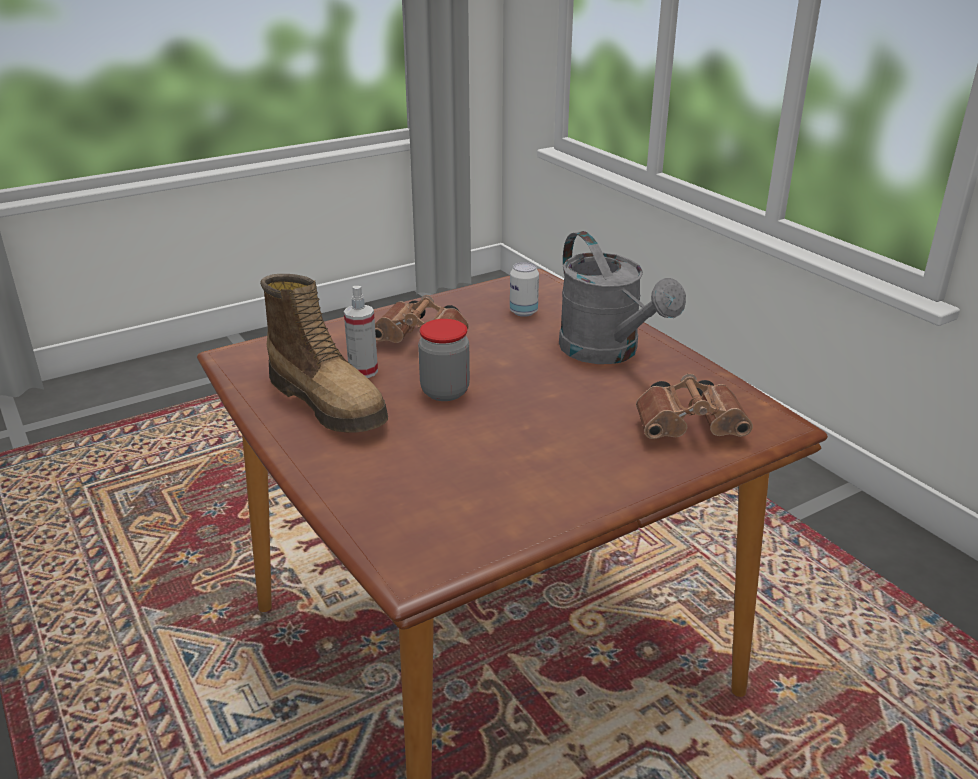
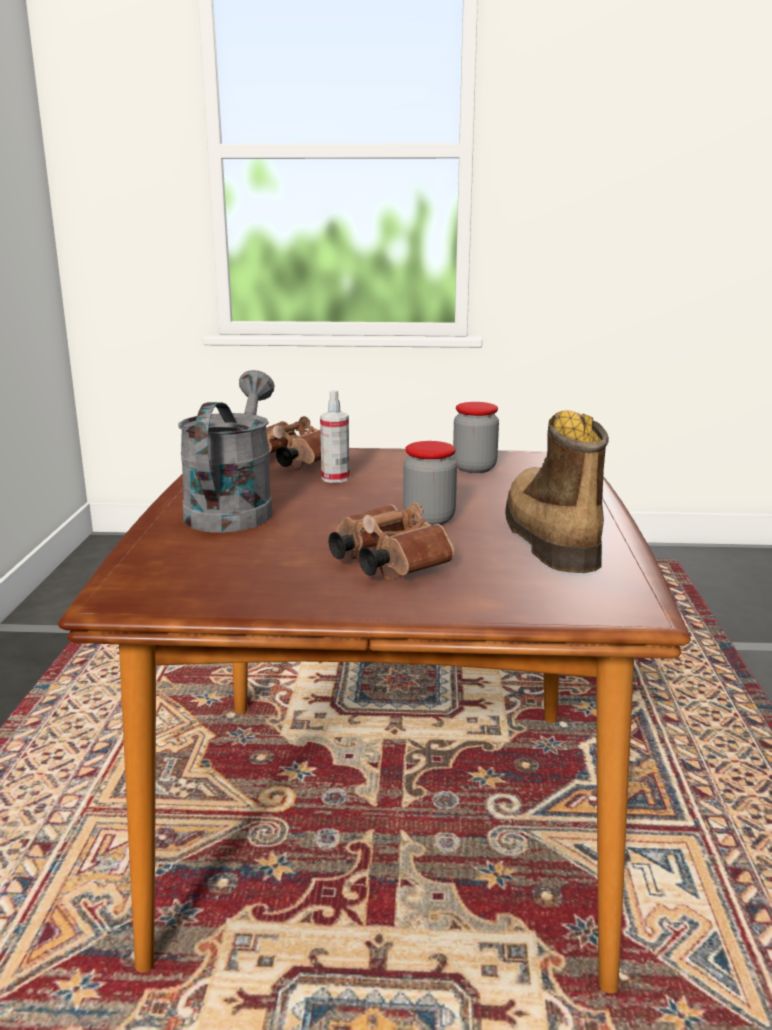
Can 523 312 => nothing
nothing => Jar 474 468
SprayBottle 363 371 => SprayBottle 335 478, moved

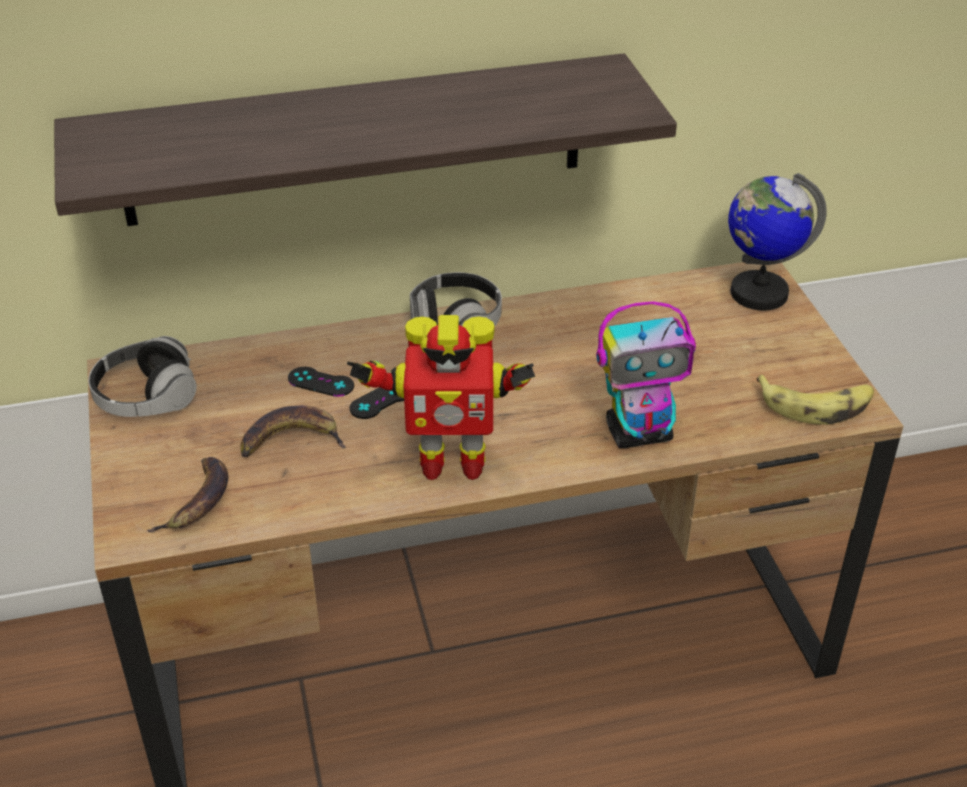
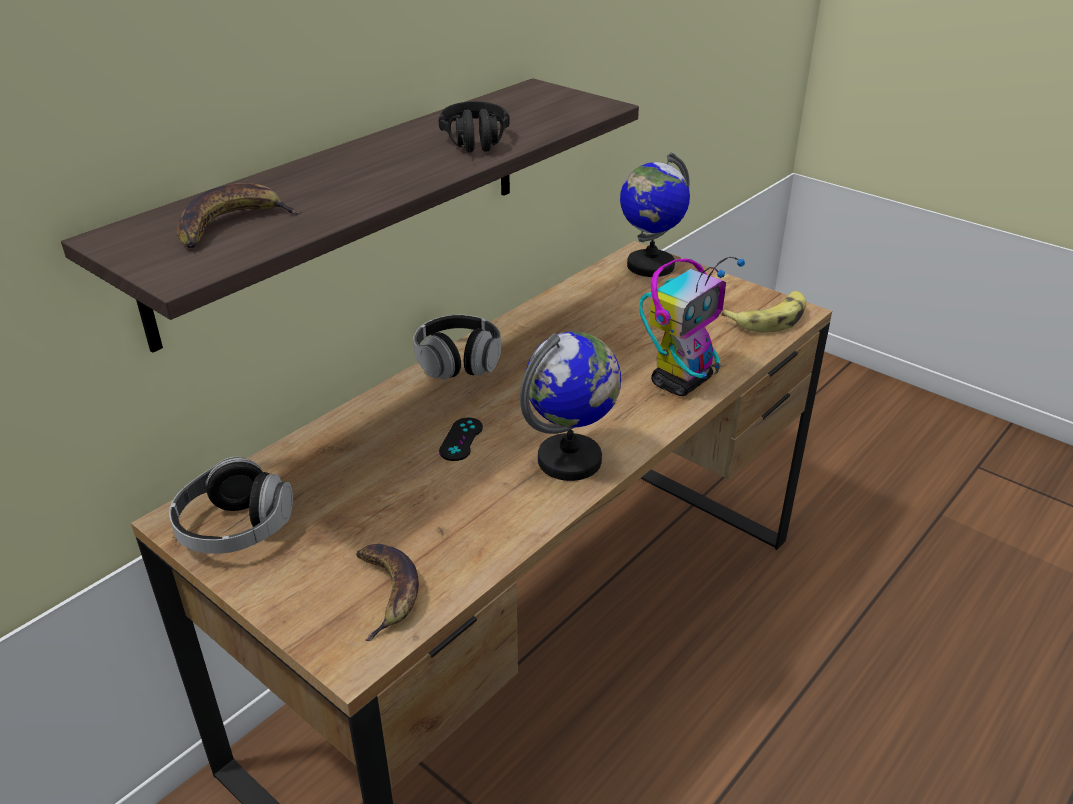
BlackGameController 321 382 => nothing
nothing => BlackHeadphones 476 145
Banana 291 439 => Banana 232 225, moved
ToyRobot 450 462 => Globe 570 460

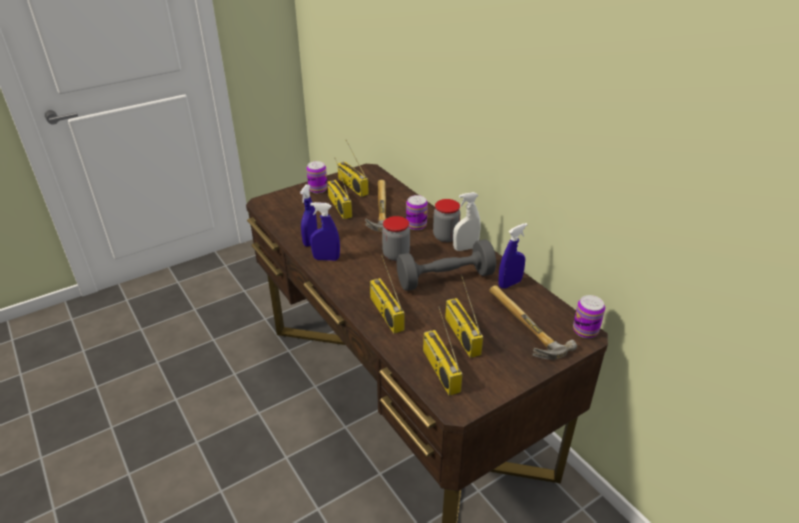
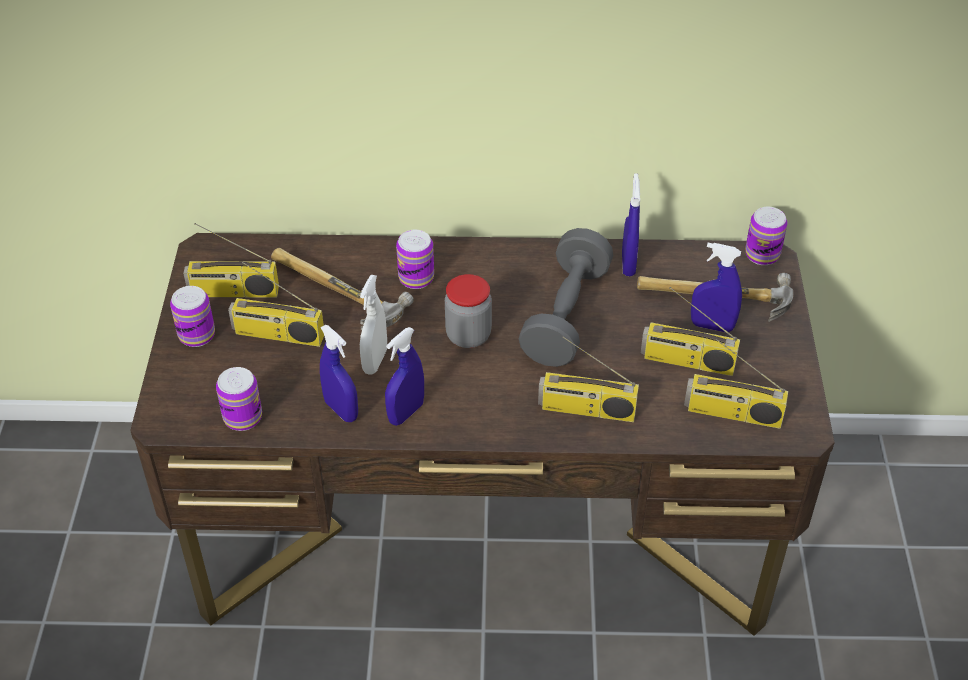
Jar 445 237 => nothing
nothing => Can 243 417
nothing => BlueSprayBottle 712 326
WhiteSprayBottle 465 248 => WhiteSprayBottle 375 361, moved

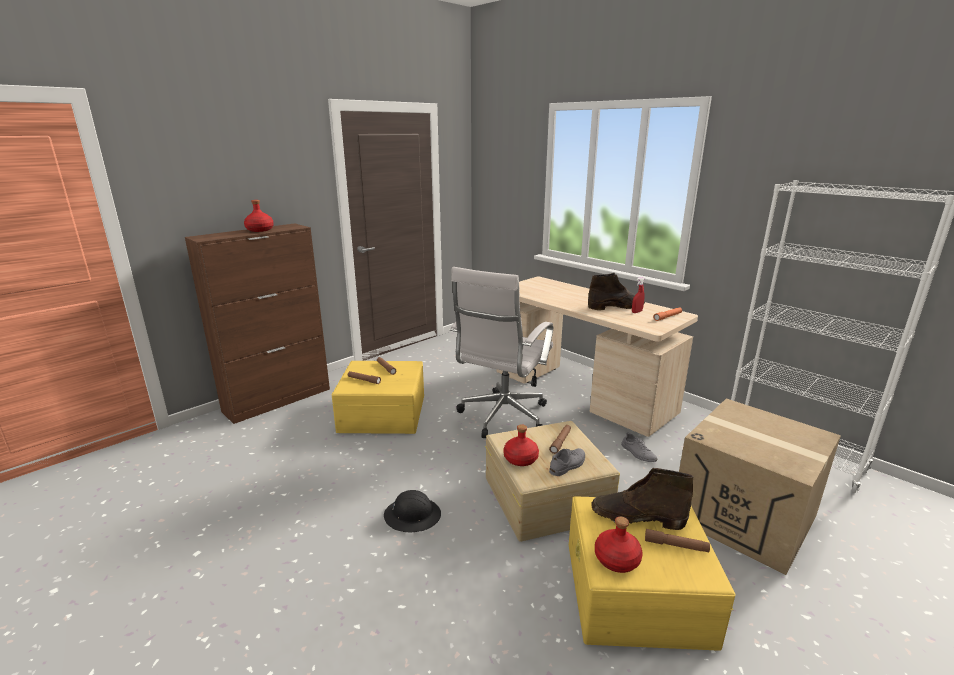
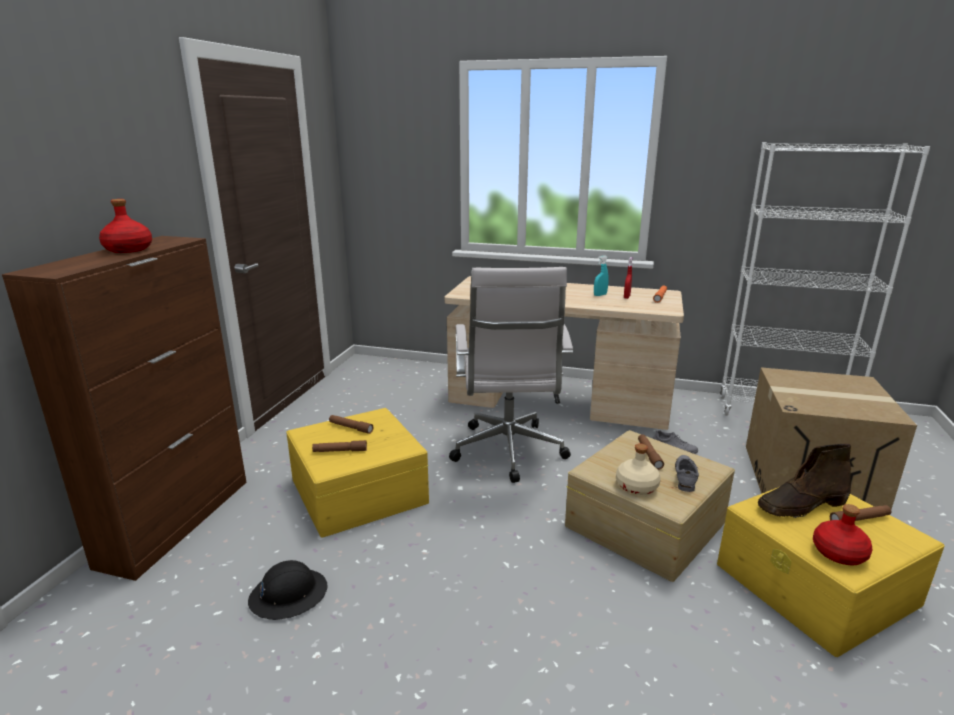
BlackHardHat 412 515 => BlackHardHat 288 595, moved
BrownBoot 616 306 => TurquoiseSprayBottle 600 295
RedBottle 520 459 => BeigeBottle 636 486

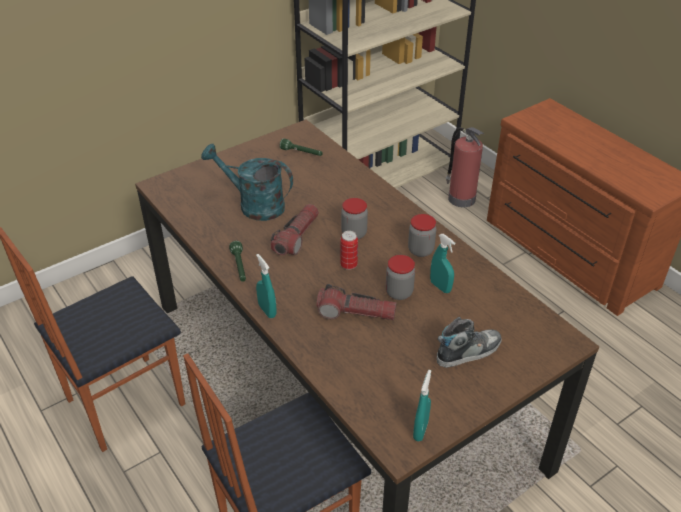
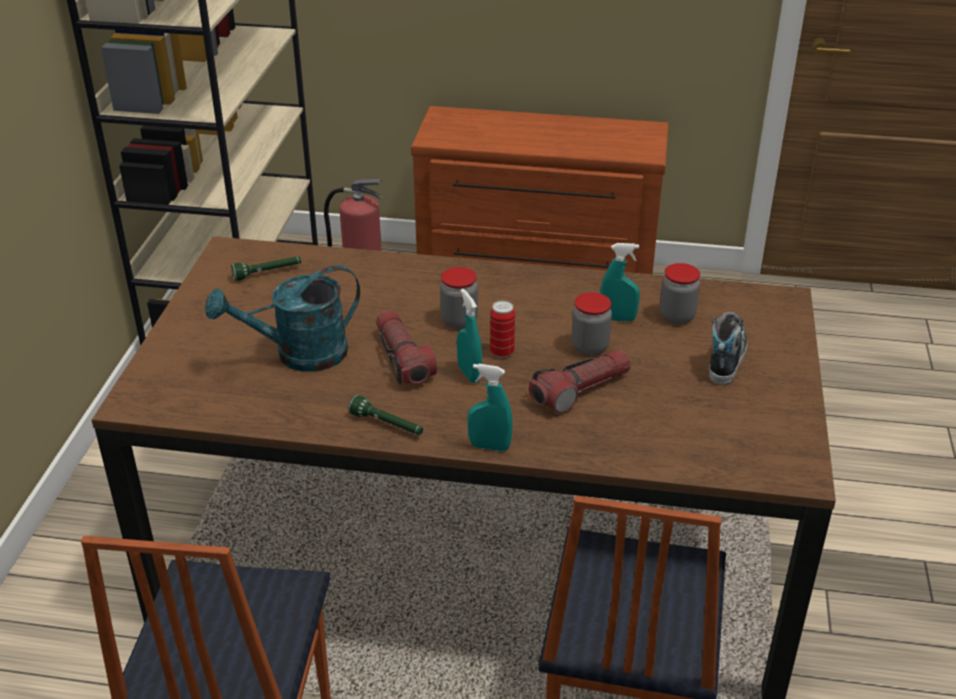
Jar 420 250 => Jar 677 316, moved
TurquoiseSprayBottle 420 430 => TurquoiseSprayBottle 469 374, moved

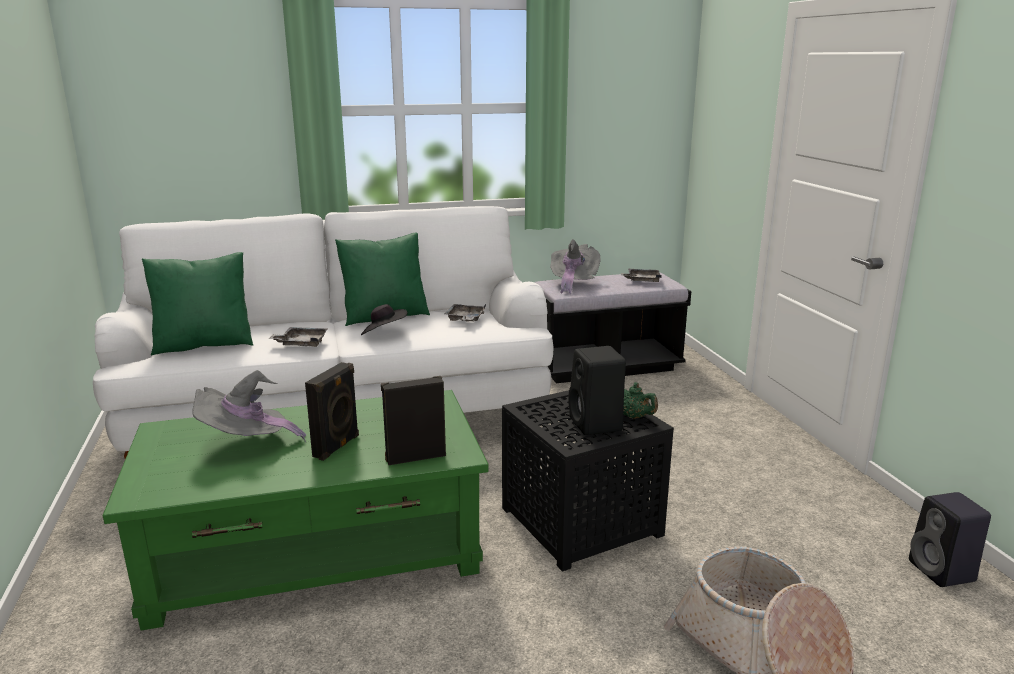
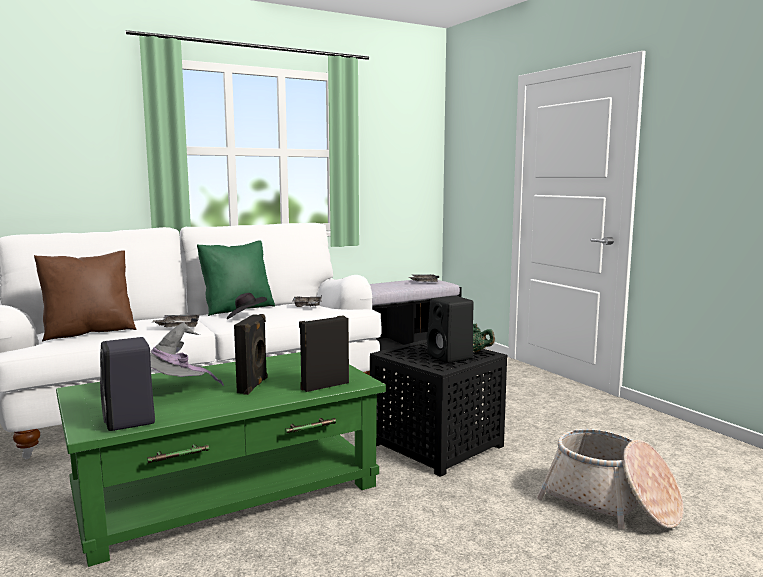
GreyHat 573 284 => nothing
BlackSpeaker 943 572 => BlackSpeaker 130 421, moved
GreenPillow 204 344 => BrownPillow 89 332

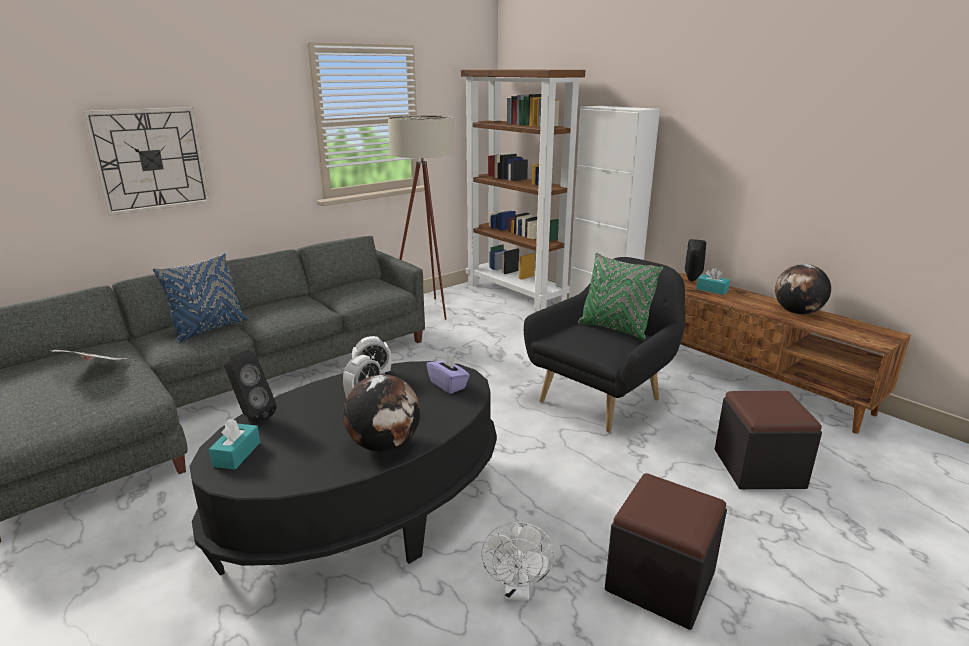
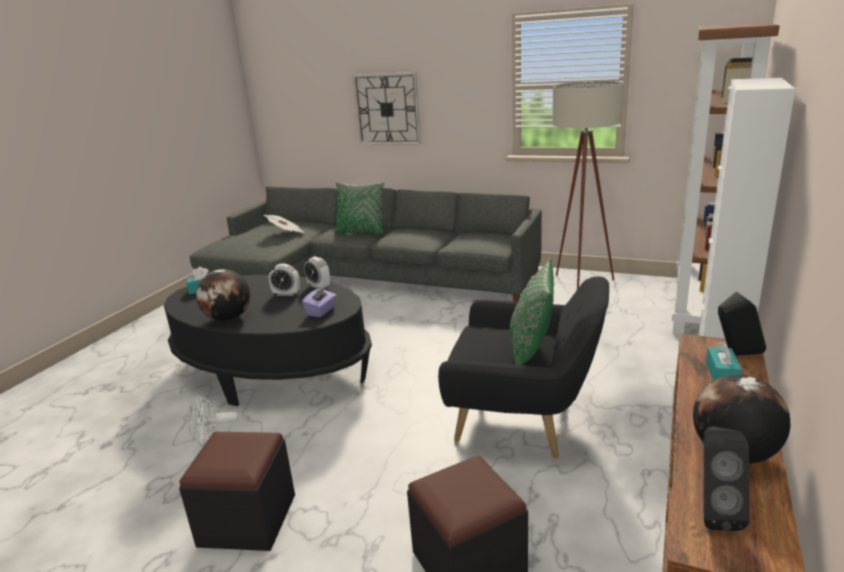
BlackSpeaker 251 416 => BlackSpeaker 714 512, moved
BluePillow 209 329 => GreenPillow 361 232

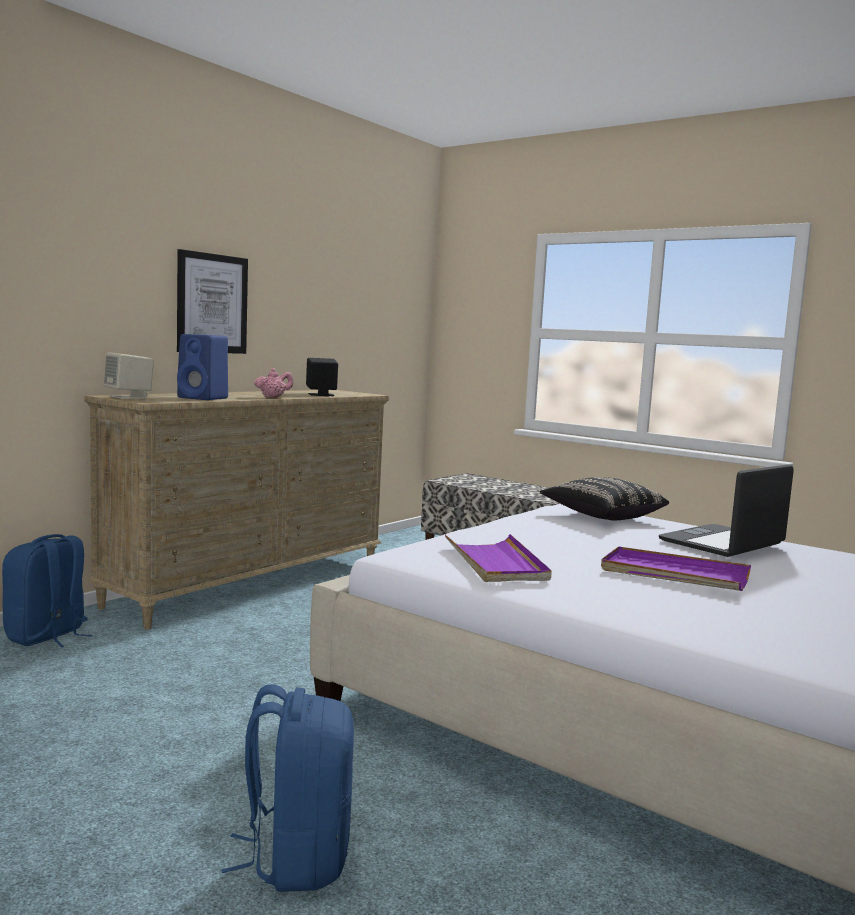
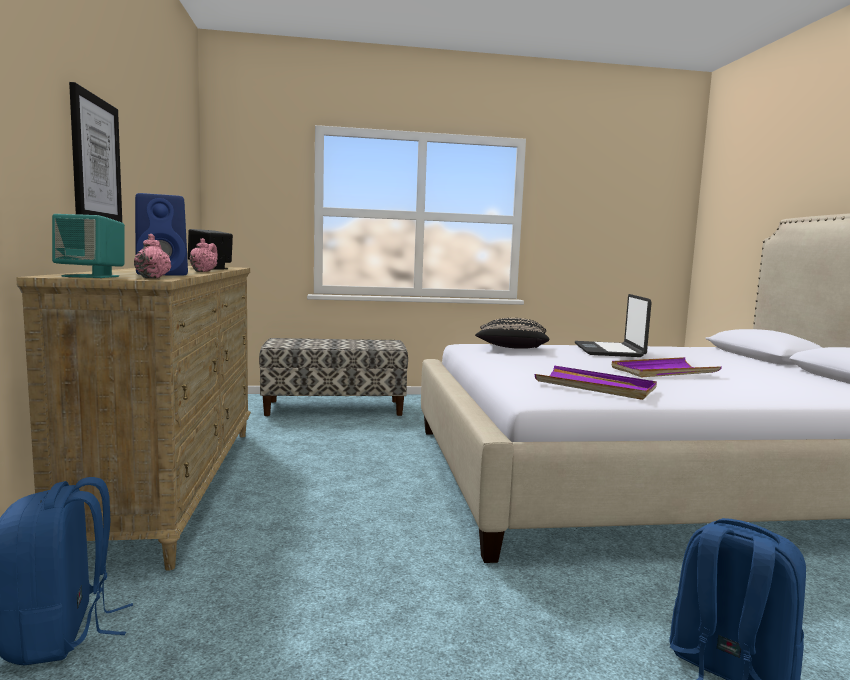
nothing => PinkTeapot 153 278
BeigeSpeaker 129 397 => TurquoiseSpeaker 92 276

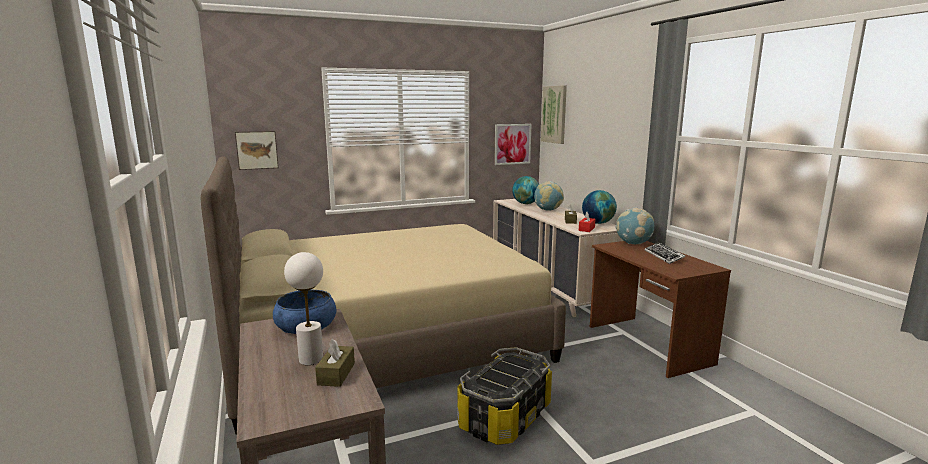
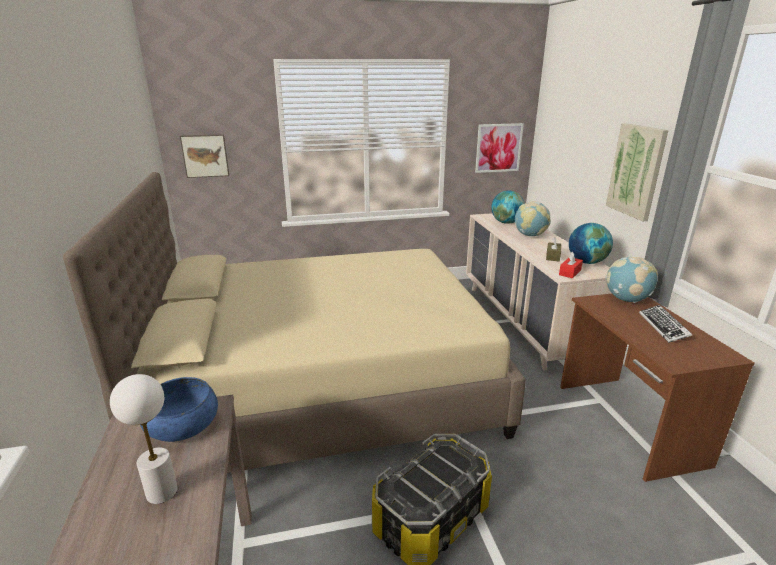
BrownTissueBox 336 374 => nothing
Picture 554 114 => Picture 636 171, moved

